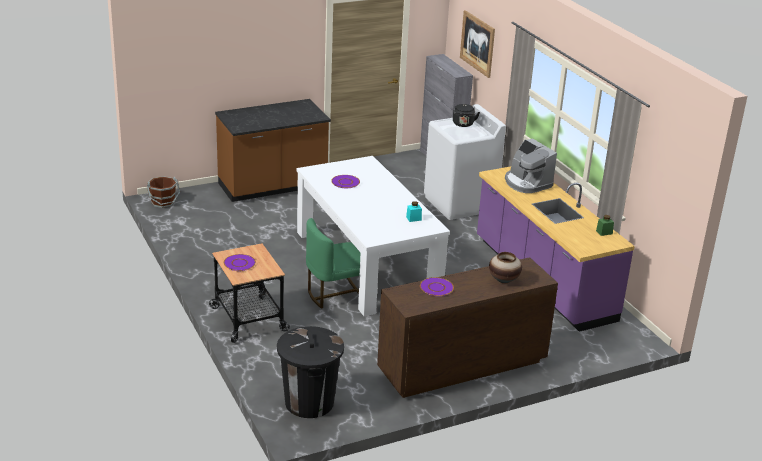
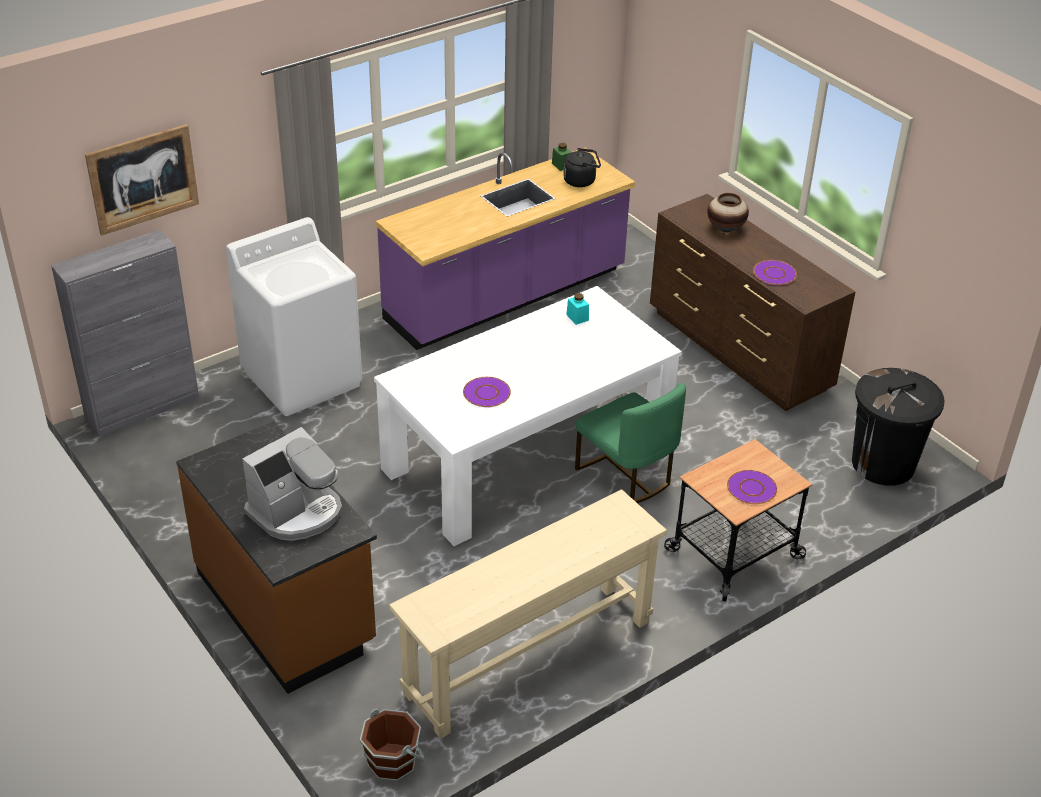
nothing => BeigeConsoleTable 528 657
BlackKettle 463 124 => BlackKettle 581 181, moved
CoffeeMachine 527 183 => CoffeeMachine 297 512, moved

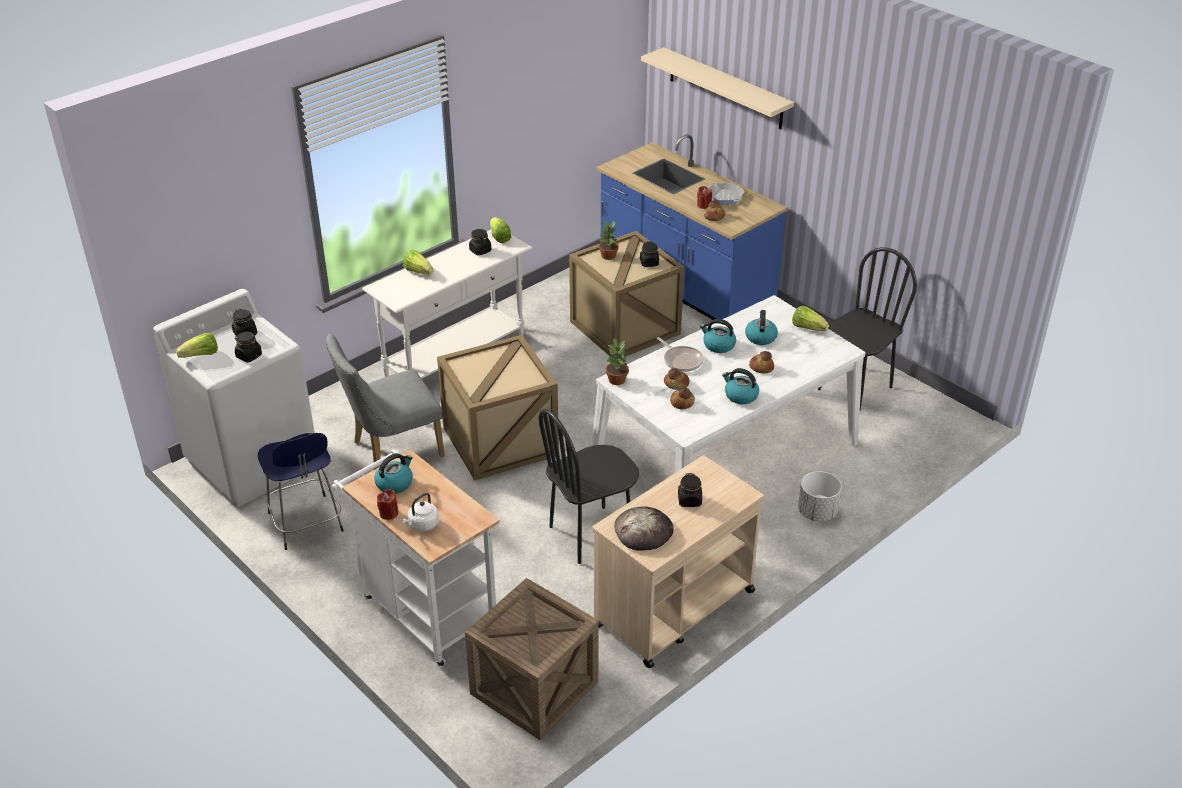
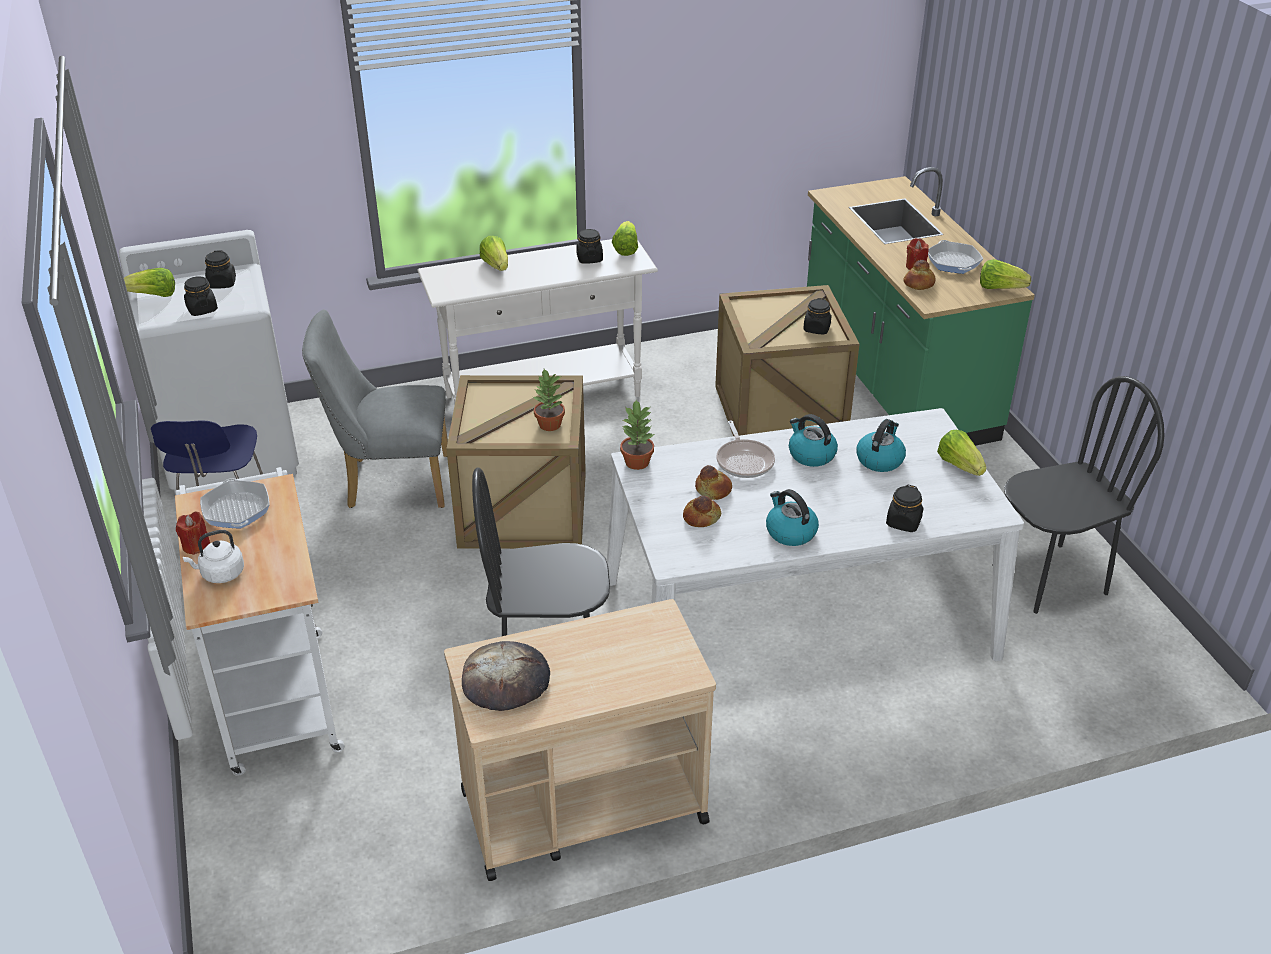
Crate 534 688 => nothing
BeigeShelf 725 88 => nothing
Bread 761 367 => nothing
WhitePlanter 817 512 => nothing
nothing => Lettuce 999 288
PottedPlant 608 256 => PottedPlant 549 425, moved
BlackJar 689 500 => BlackJar 903 522, moved
Kettle 394 483 => FryingPan 236 510
BlueCounter 684 287 => GreenCounter 894 381

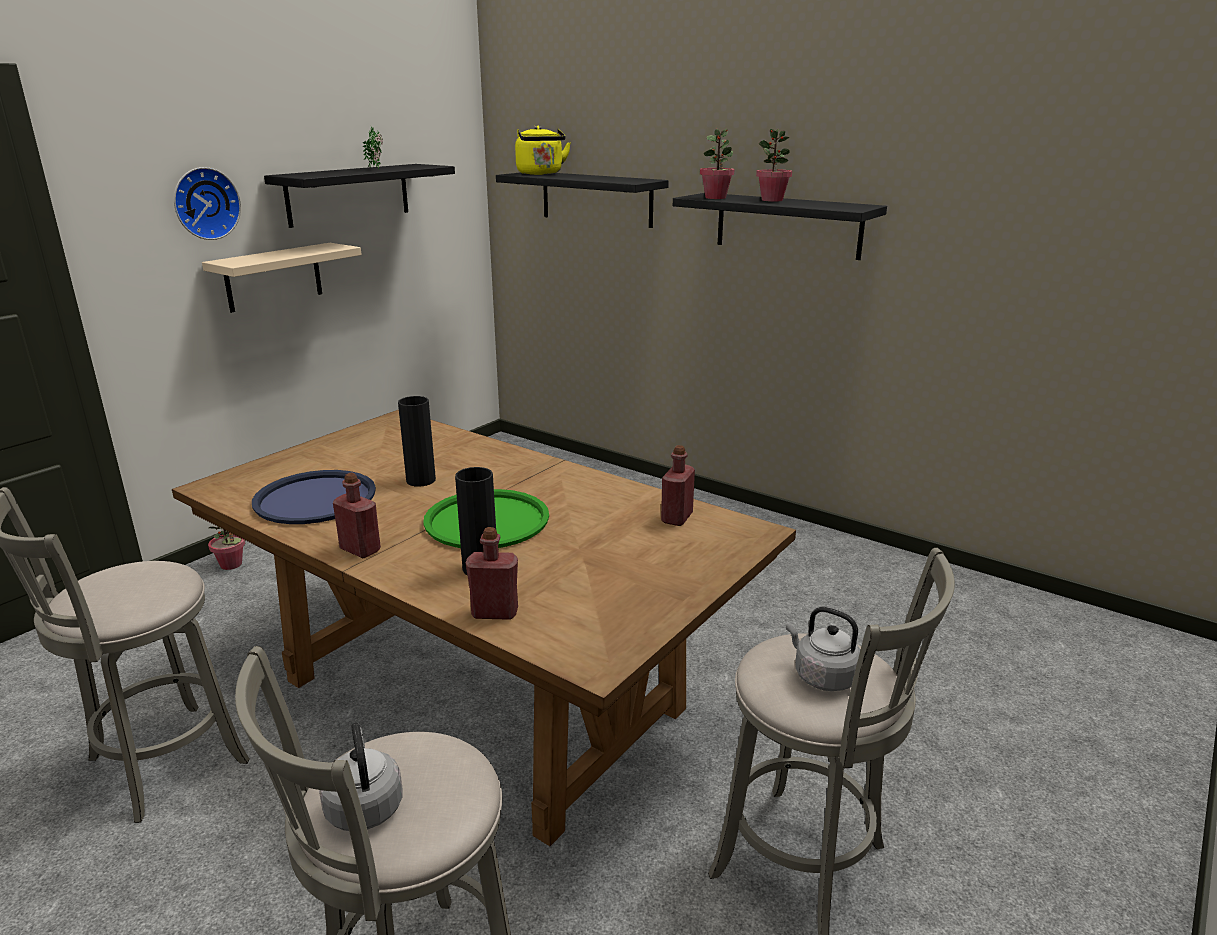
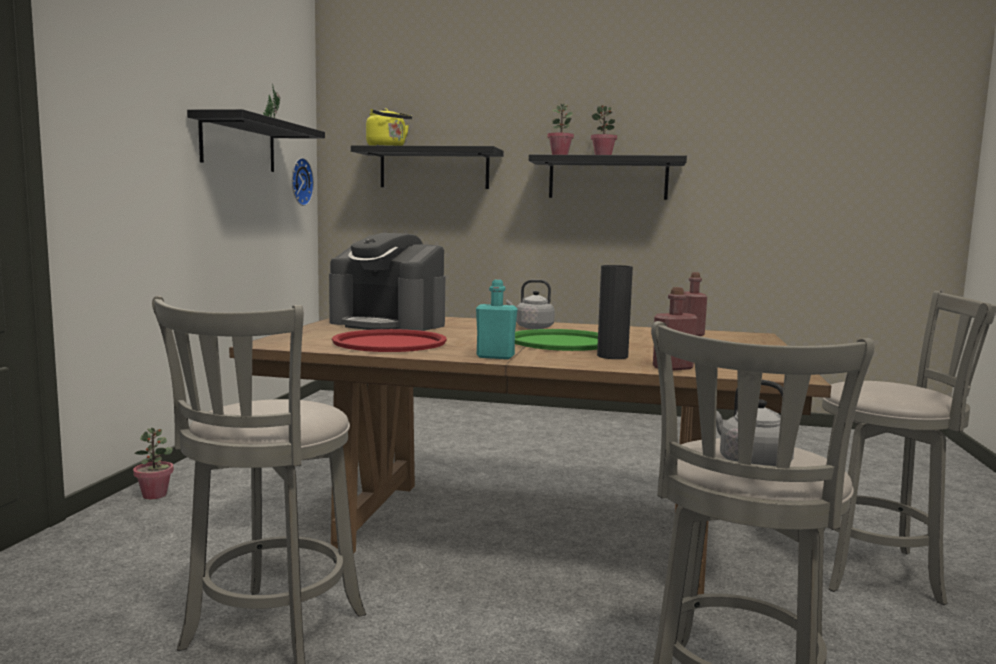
BeigeShelf 273 277 => nothing
BlackVase 421 480 => nothing
nothing => CoffeeMachine 389 324
WallClock 205 203 => WallClock 299 181, moved
GreyKettle 822 676 => GreyKettle 532 327, moved
BlueTray 315 498 => RedTray 389 343
RedBottle 360 550 => TurquoiseBottle 495 357

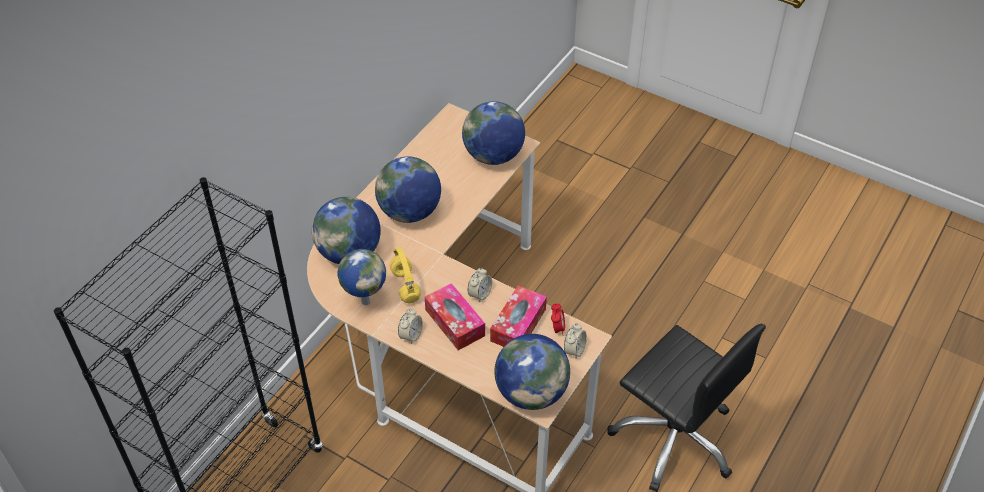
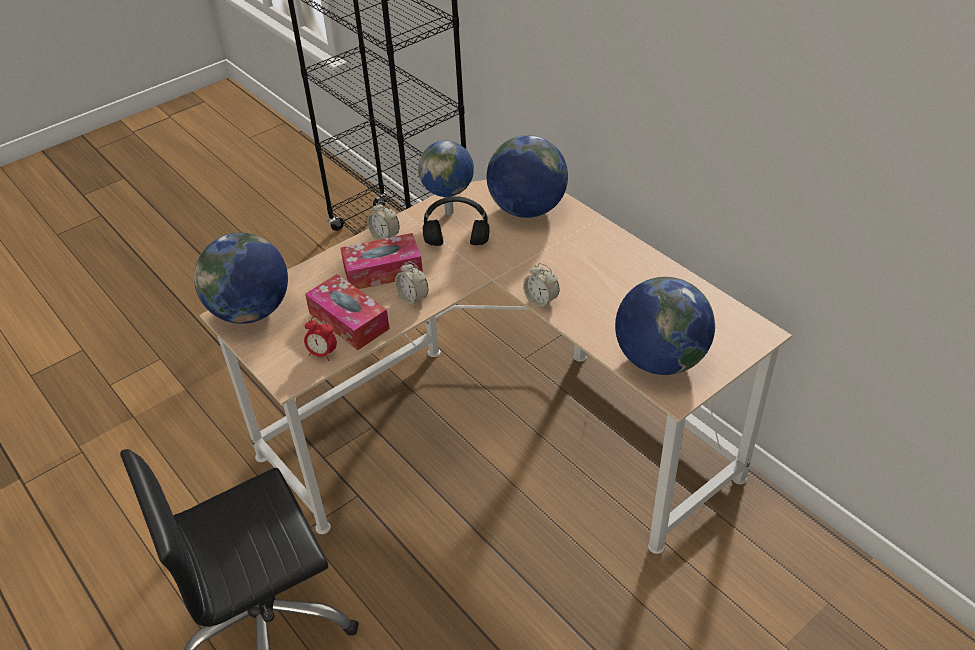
Globe 409 212 => nothing
AlarmClock 574 350 => AlarmClock 541 300, moved
YellowHeadphones 406 286 => BlackHeadphones 456 243

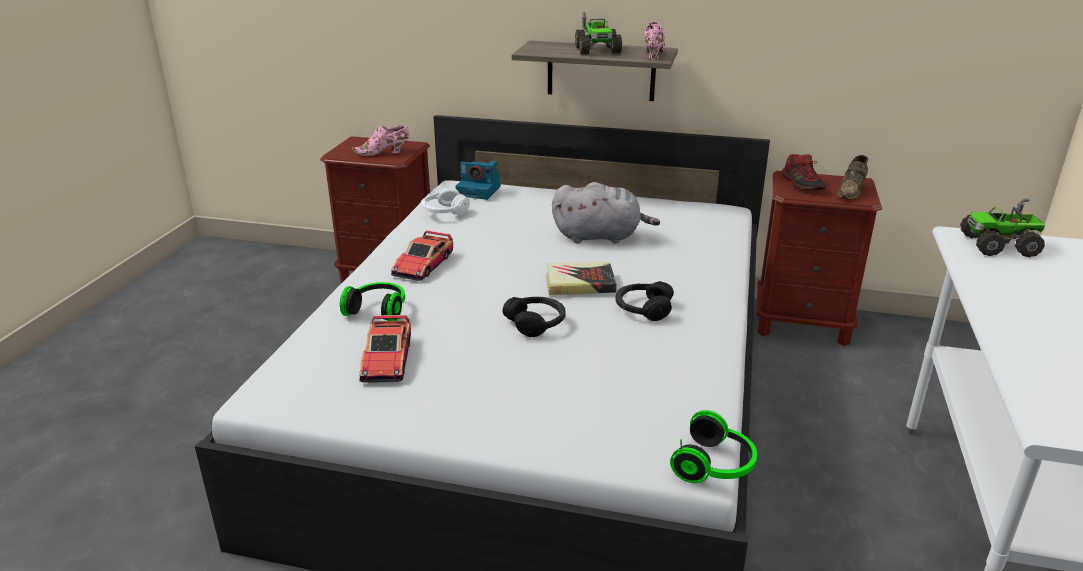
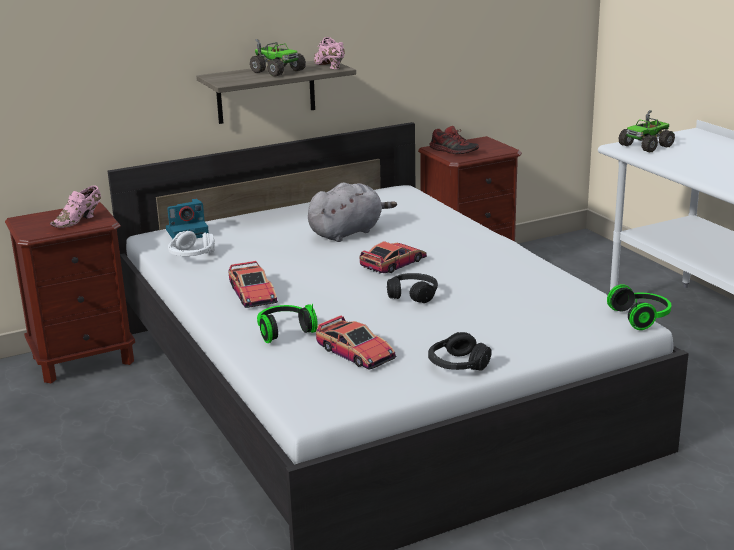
BrownShoe 852 191 => nothing
BlackHeadphones 643 309 => BlackHeadphones 457 364, moved
Book 580 283 => ToyCar 394 263

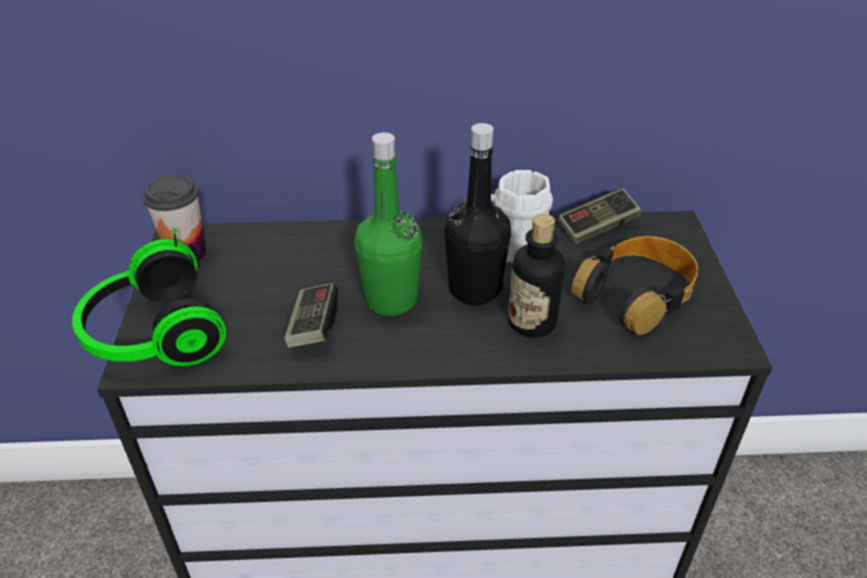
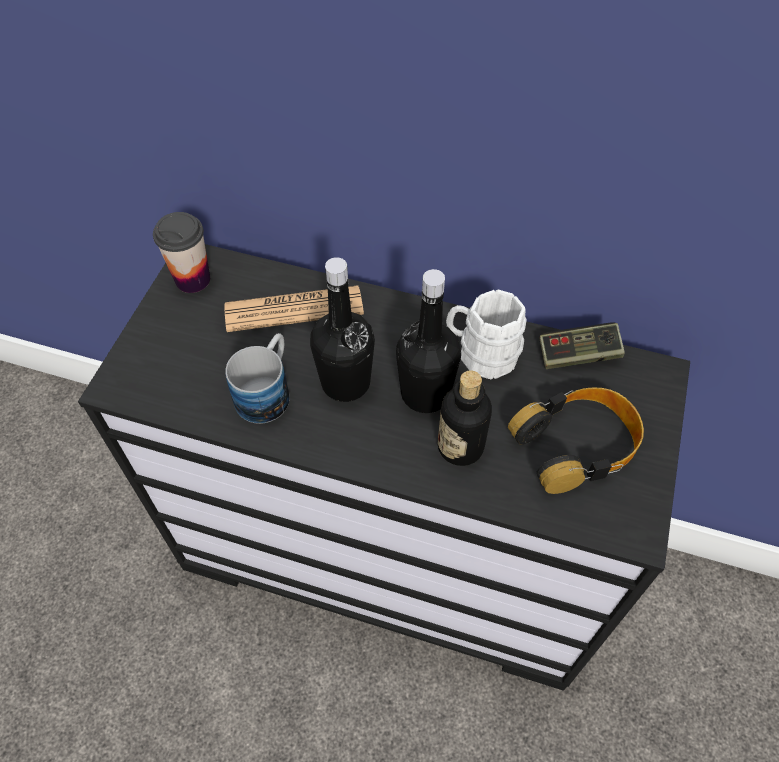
Headphones 152 335 => nothing
nothing => Newspaper 294 309
GameController 313 326 => Mug 268 391
GreenBottle 391 300 => BlackBottle 345 382

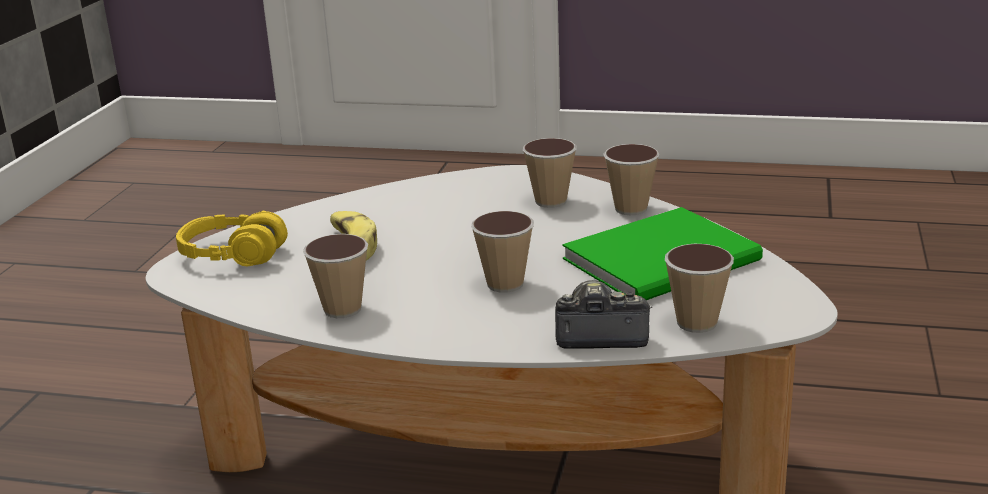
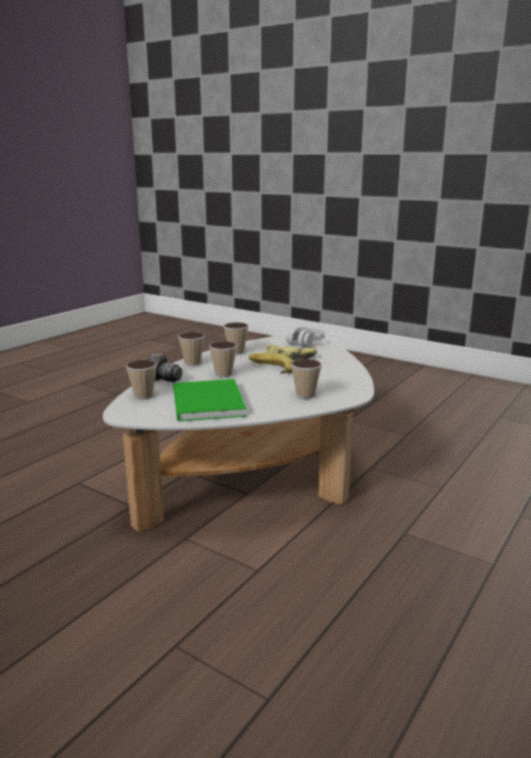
nothing => Banana 270 368
Cup 631 209 => Cup 192 363, moved
YellowHeadphones 233 255 => GreyHeadphones 305 343

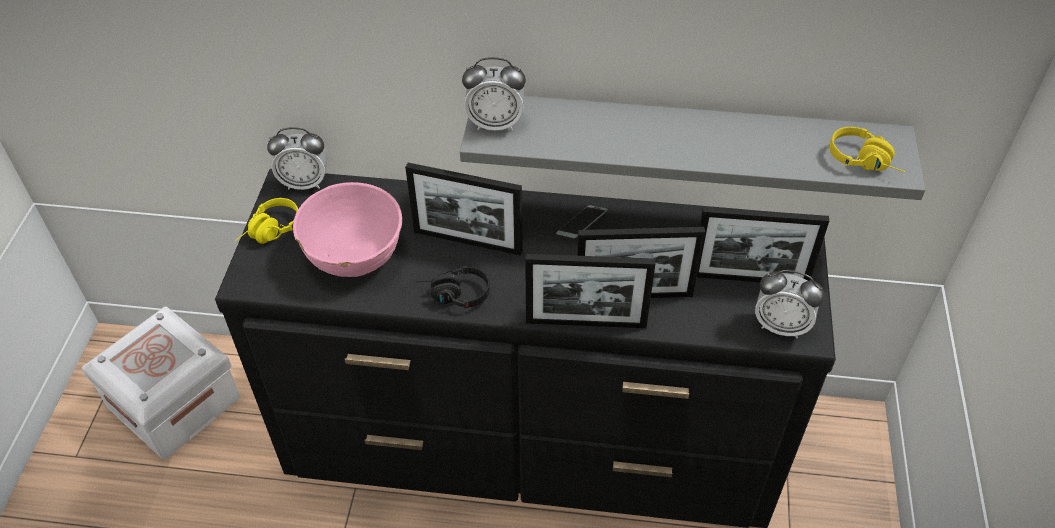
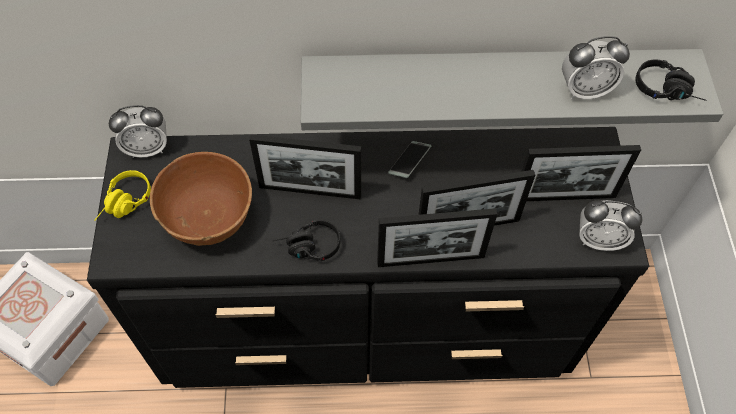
AlarmClock 495 124 => AlarmClock 584 90, moved
PinkBowl 354 254 => BrownBowl 208 217
YellowHeadphones 865 161 => BlackHeadphones 668 90

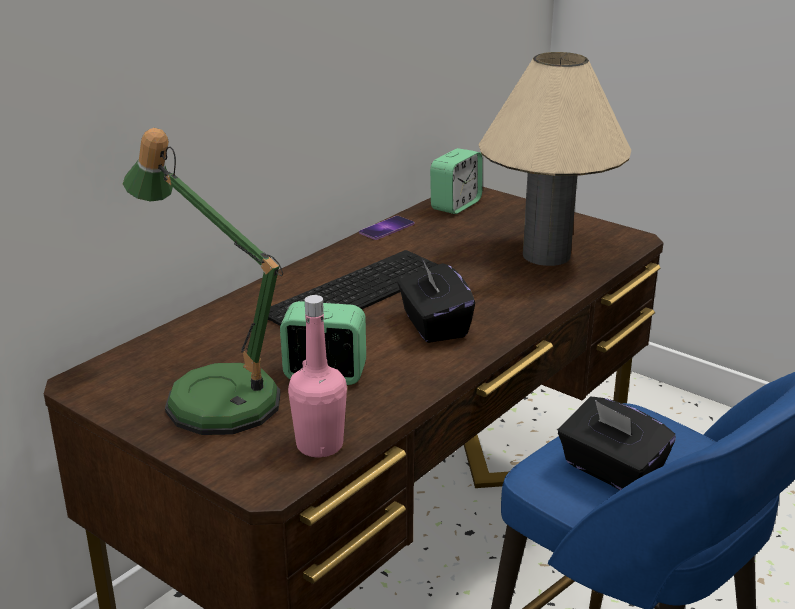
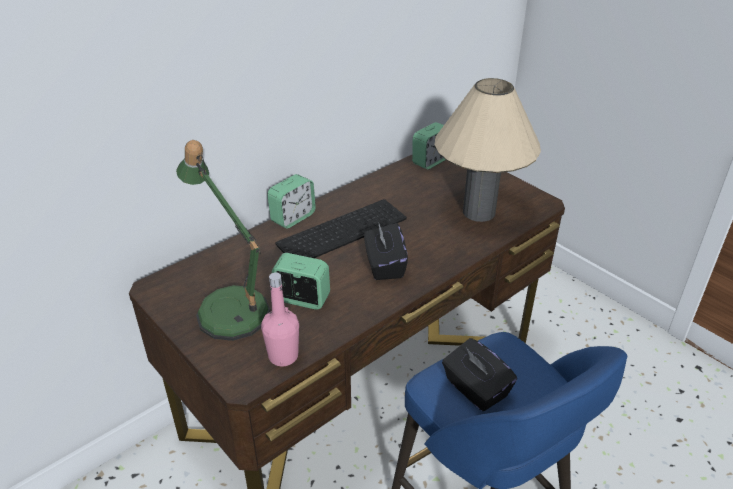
Phone 386 228 => nothing
nothing => AlarmClock 293 218

